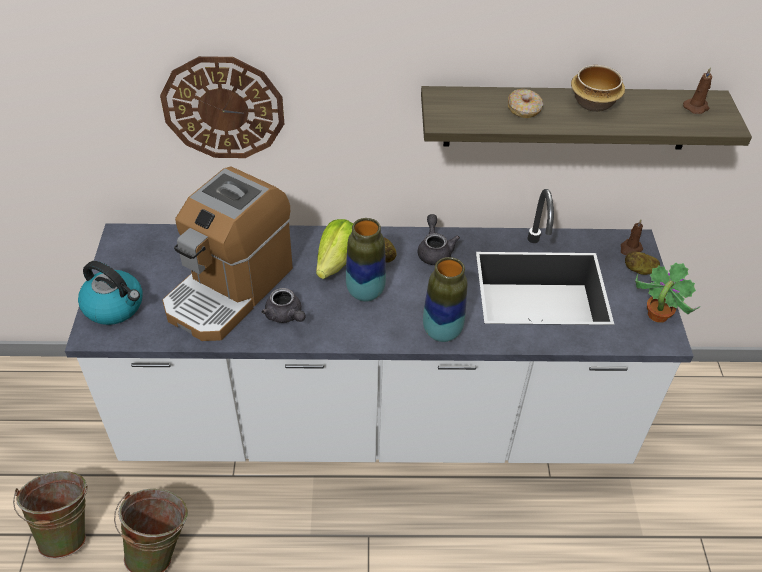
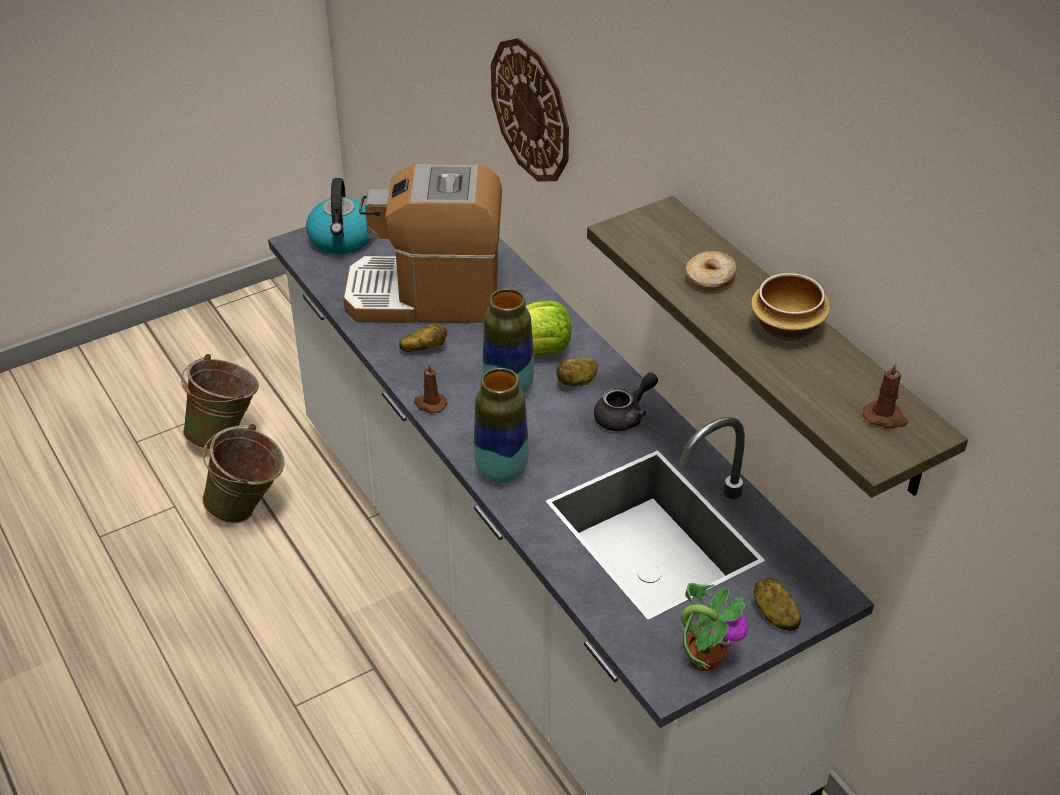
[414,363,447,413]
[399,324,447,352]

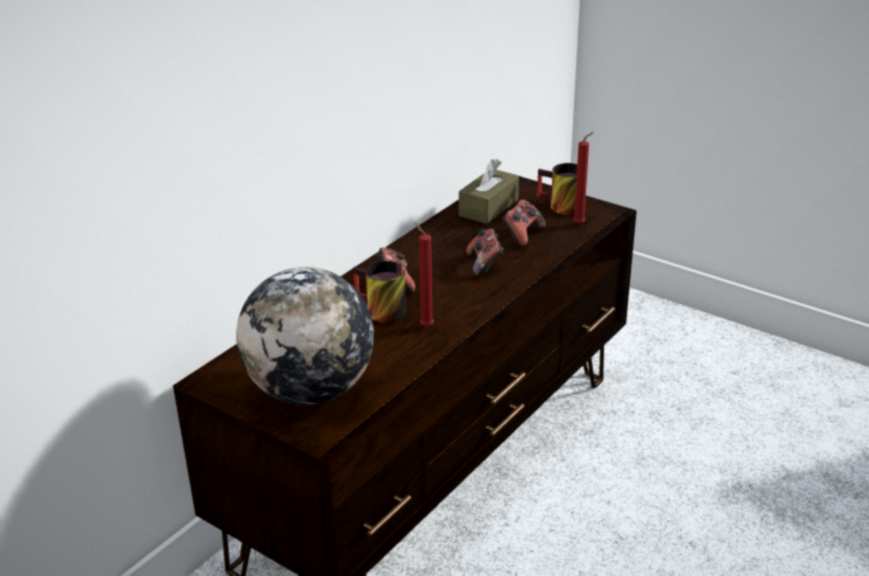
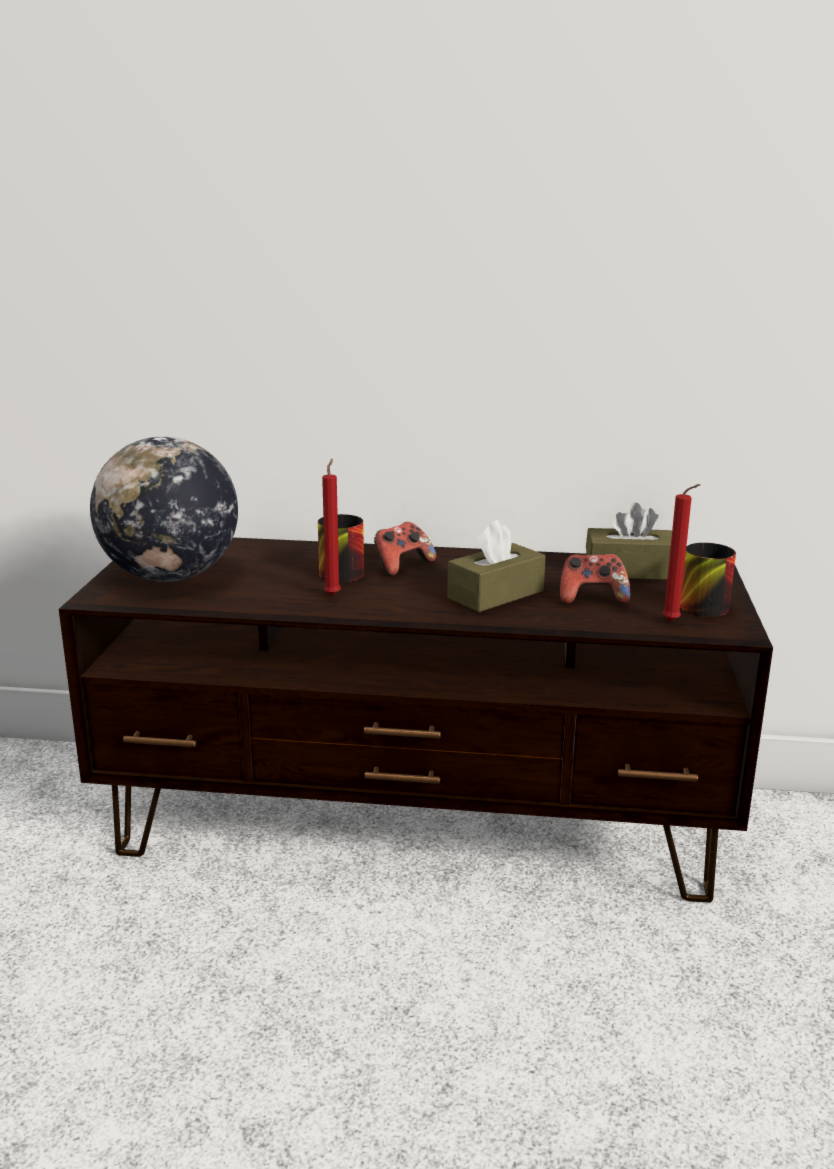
[447,520,546,612]

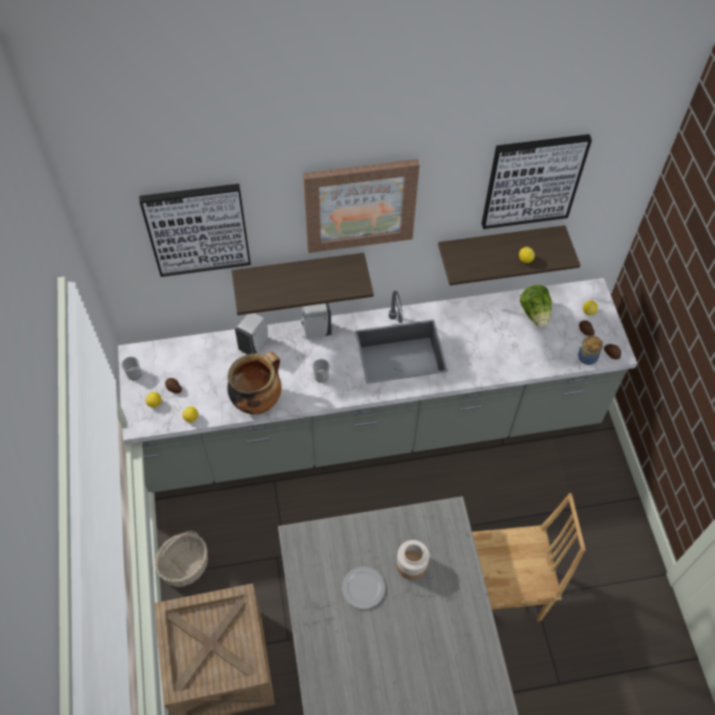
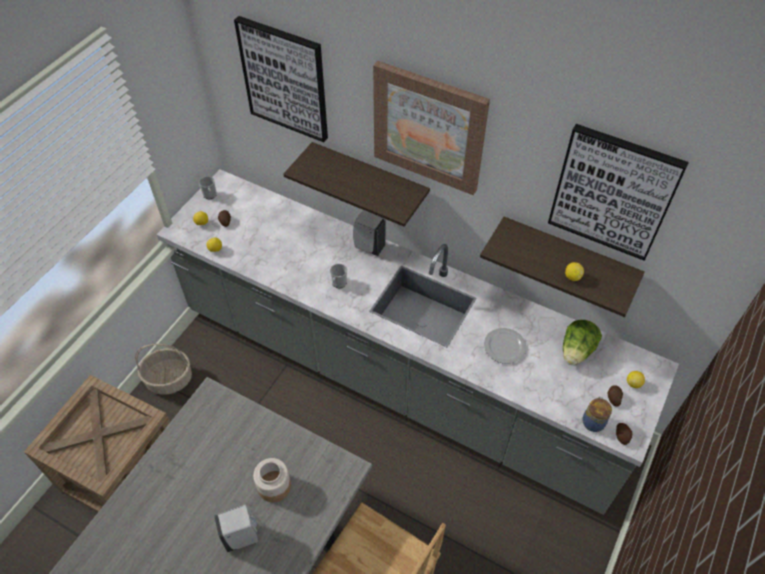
[227,352,281,414] (first image)
[214,505,258,552]
[484,328,527,364]

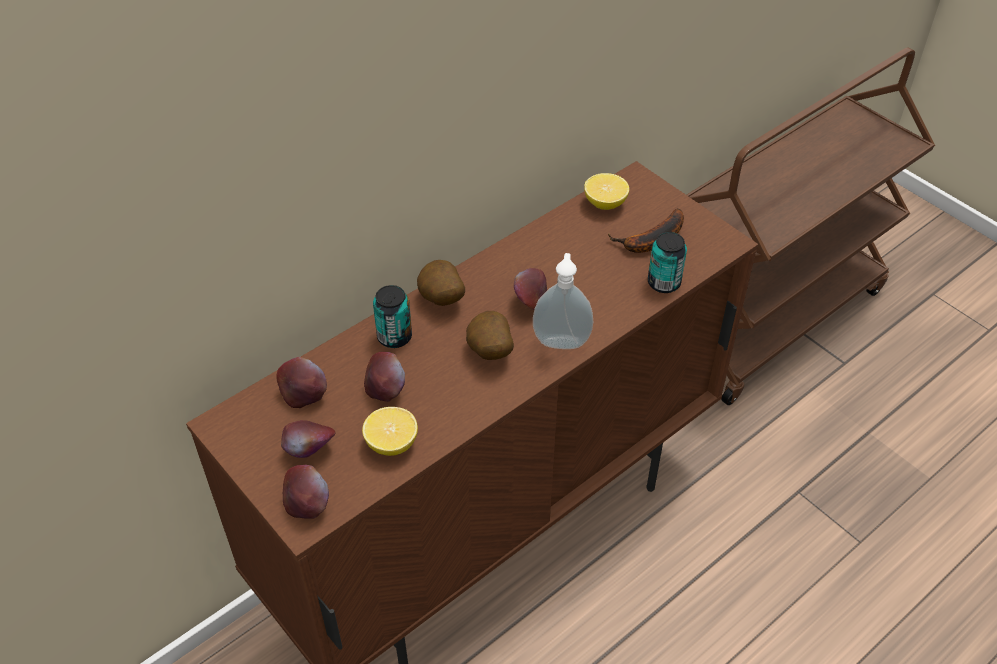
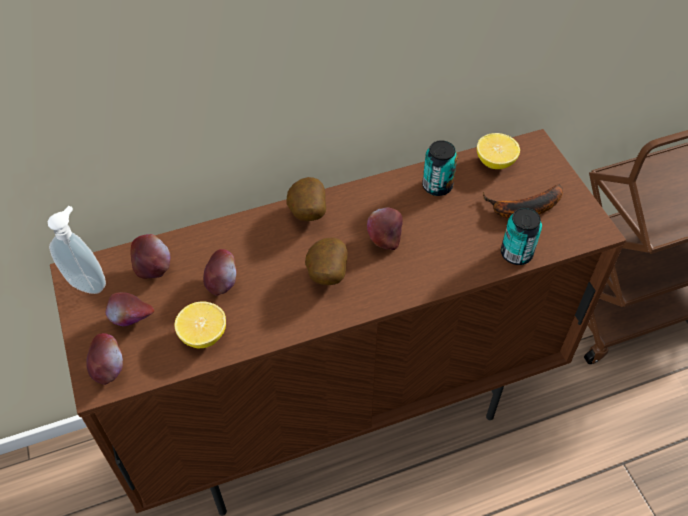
[422,140,457,196]
[48,206,106,294]

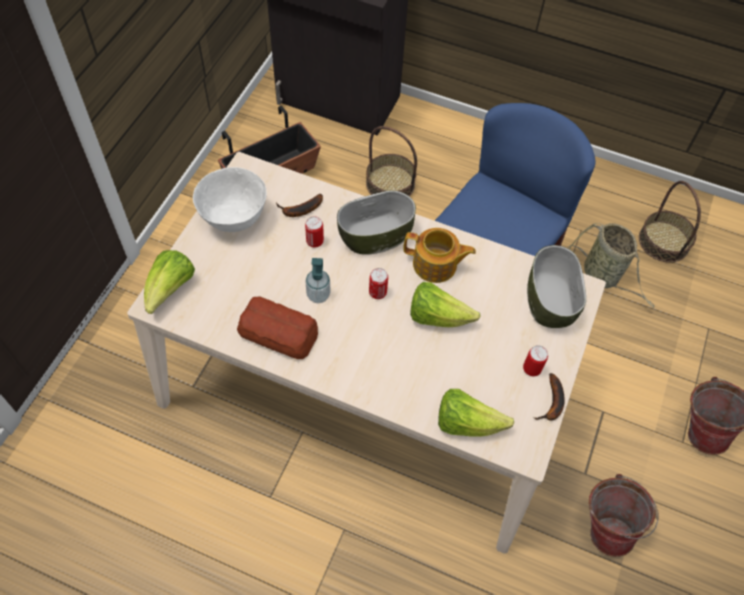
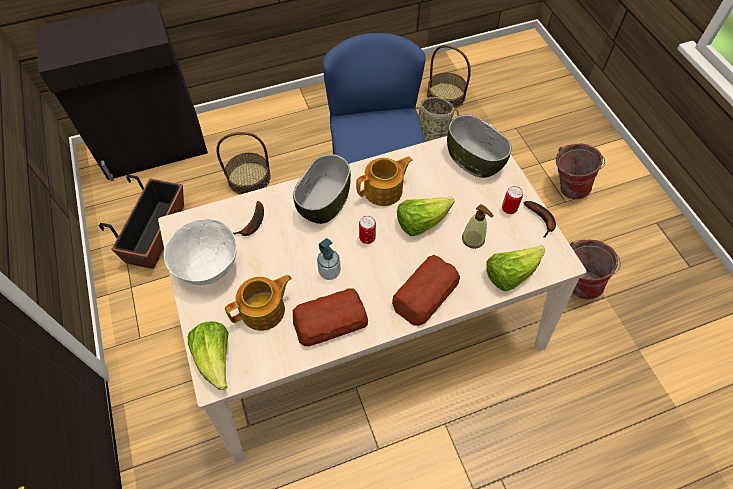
[305,216,324,248] (first image)
[225,275,292,331]
[392,255,460,326]
[462,204,494,249]

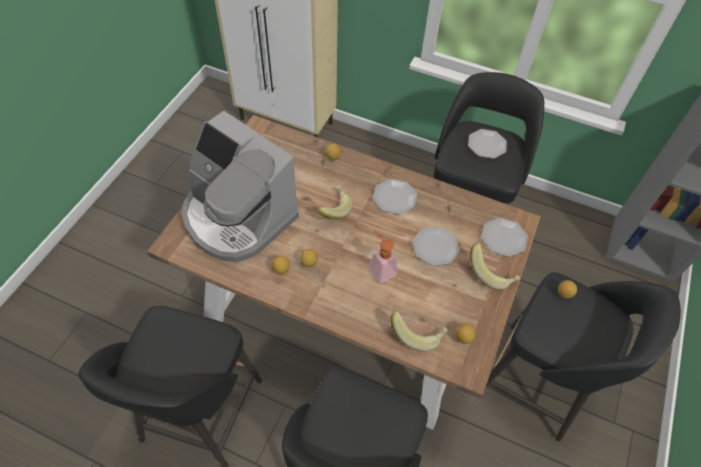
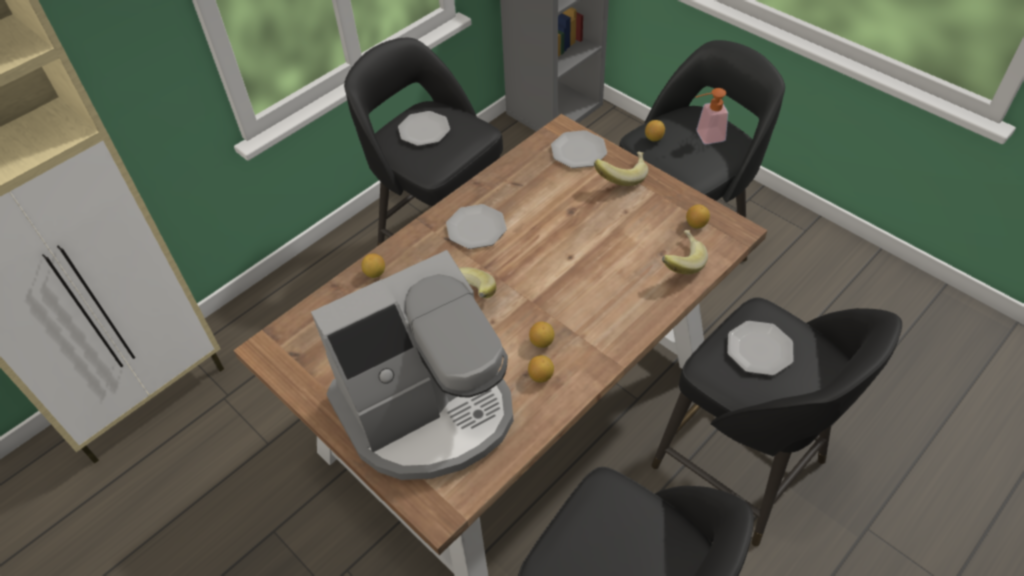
[696,88,728,145]
[727,321,794,376]

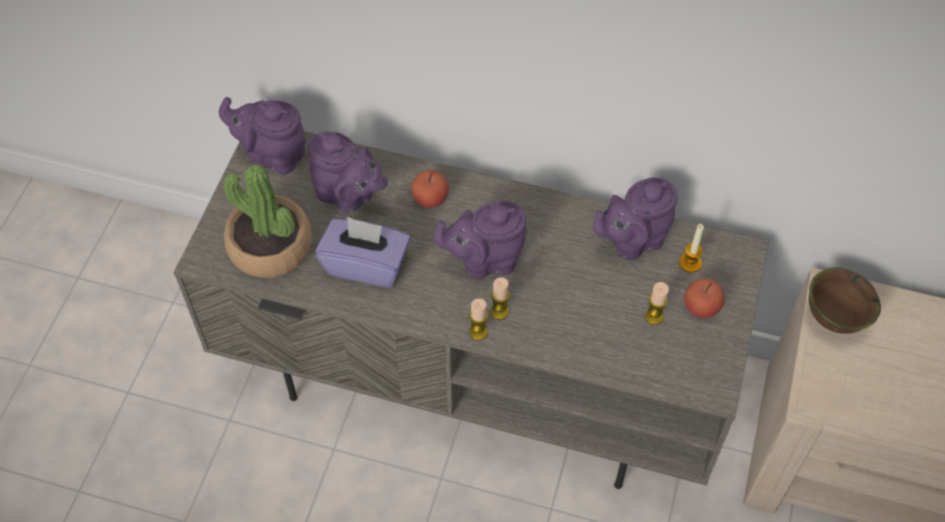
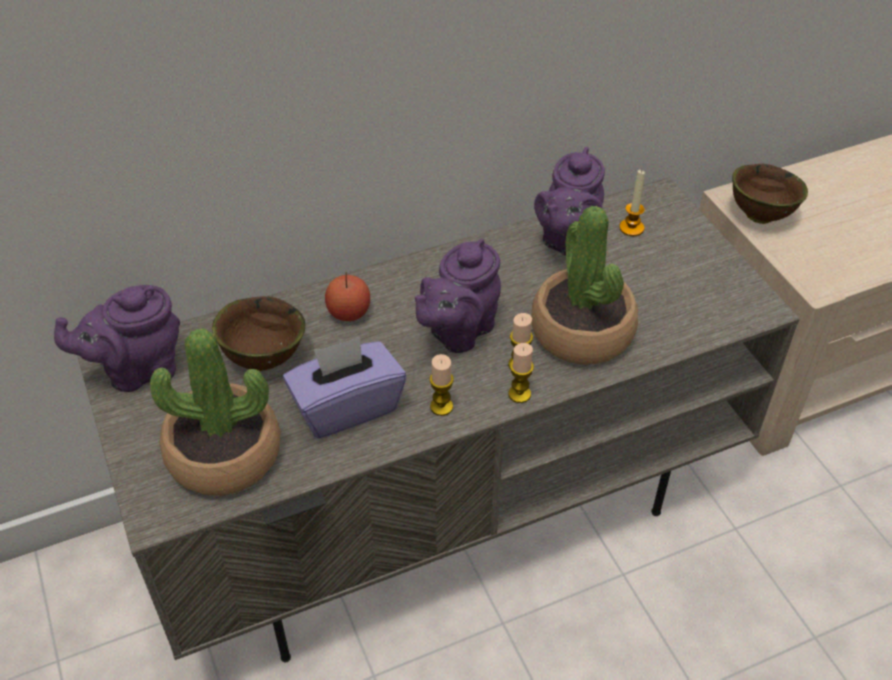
[684,278,725,318] (first image)
[531,206,638,364]
[429,354,454,416]
[212,296,305,371]

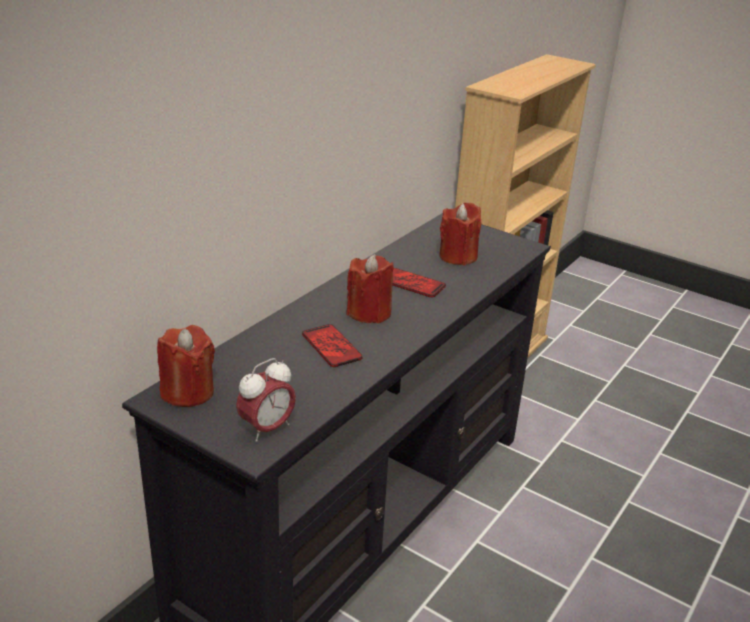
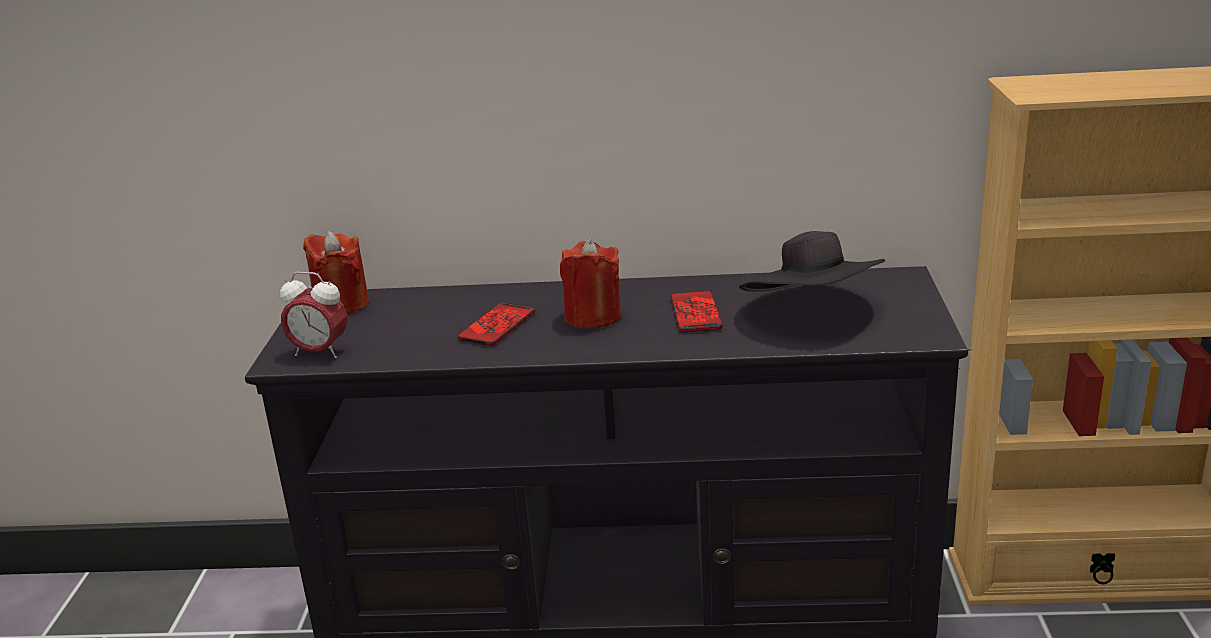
[739,231,885,292]

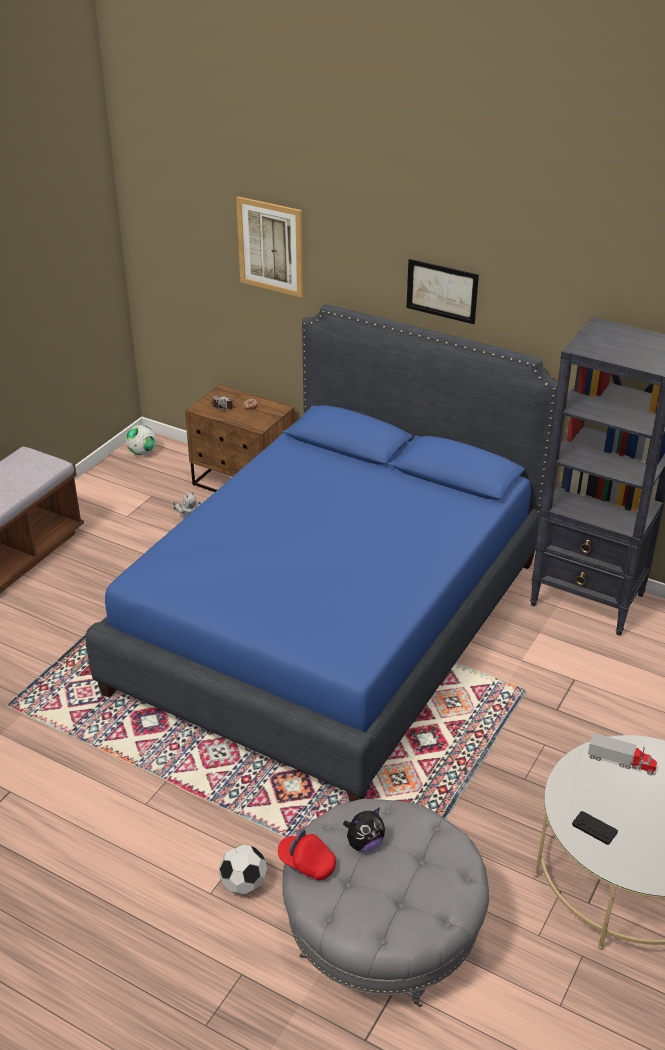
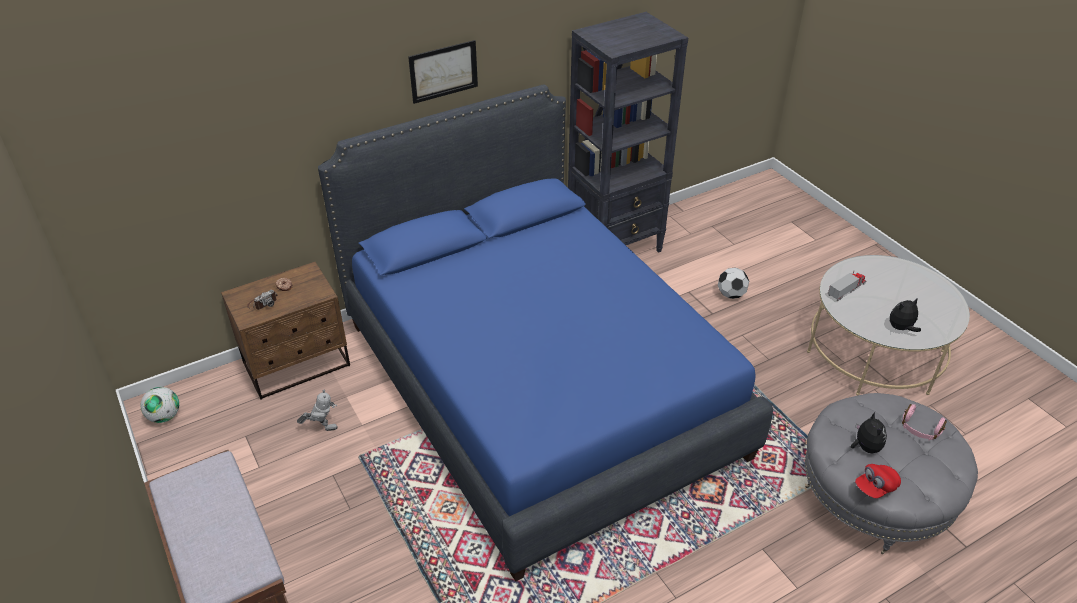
[236,197,303,298] (first image)
[902,404,947,440]
[718,268,749,299]
[890,297,921,332]

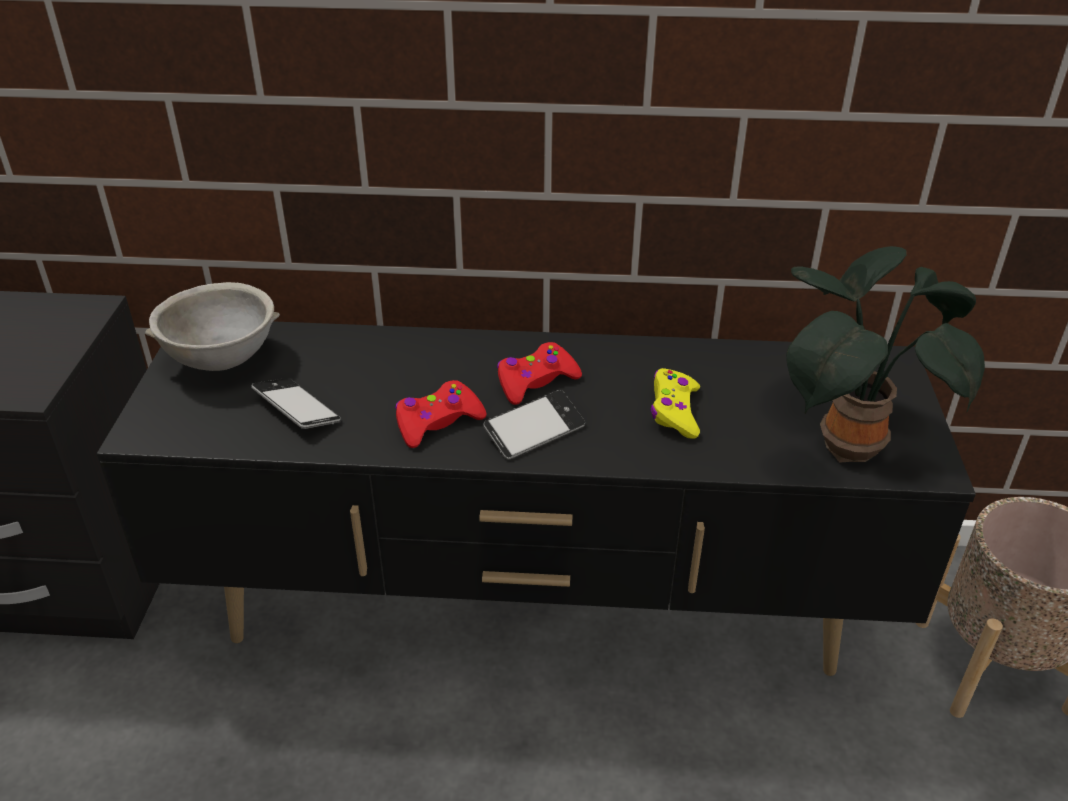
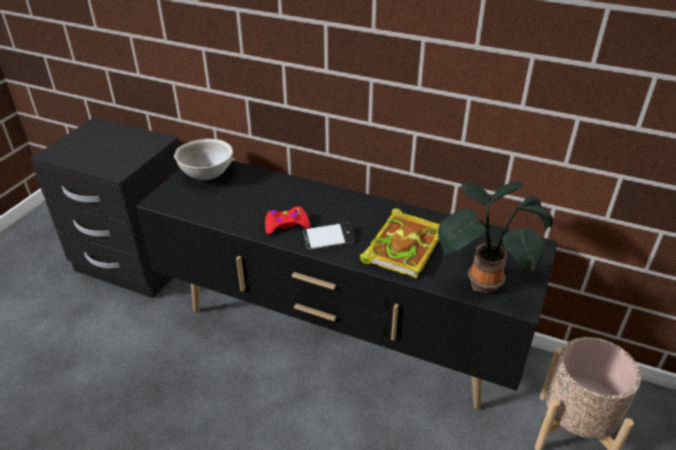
[251,378,341,429] (first image)
[497,342,582,405] (first image)
[360,208,440,278]

